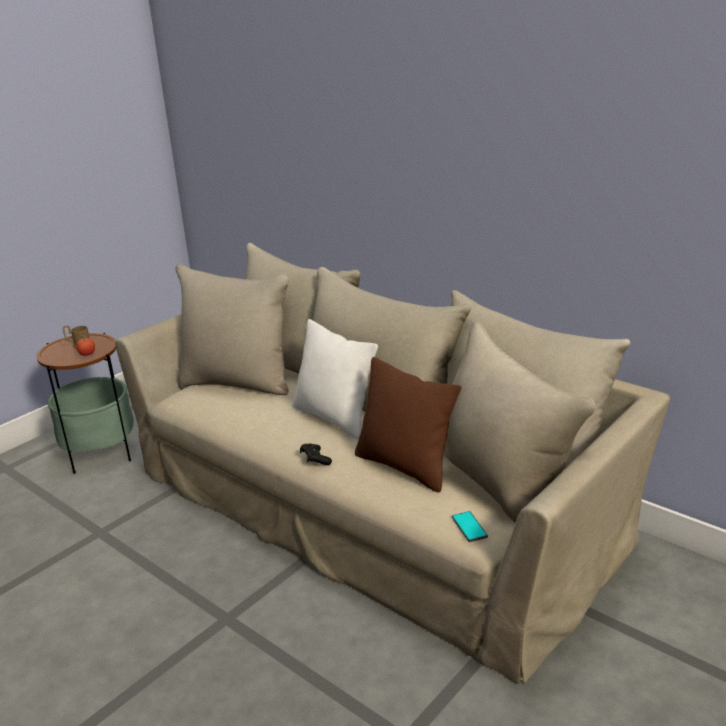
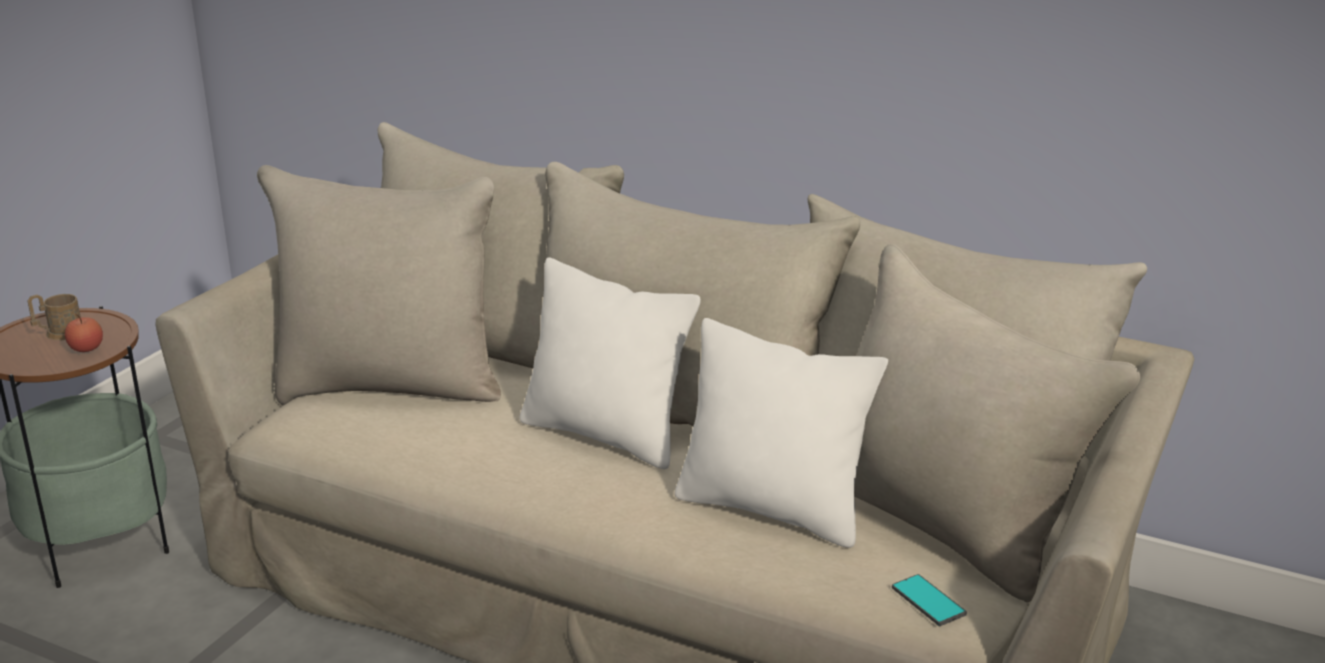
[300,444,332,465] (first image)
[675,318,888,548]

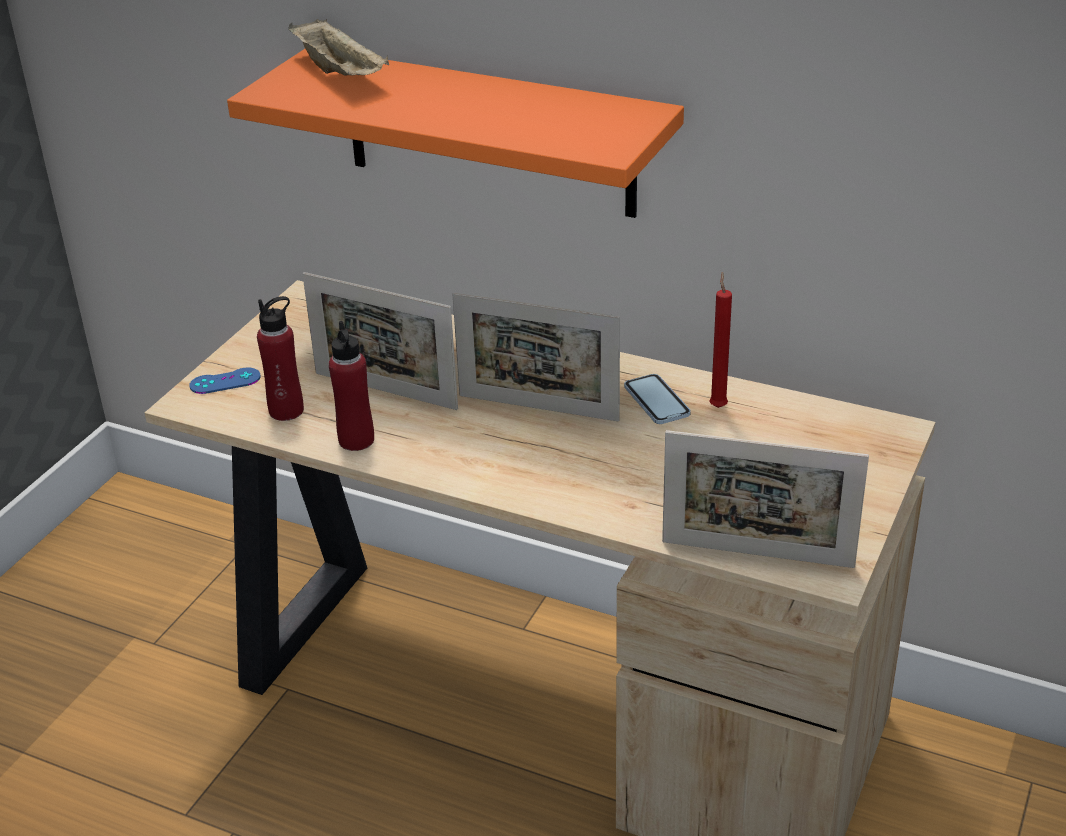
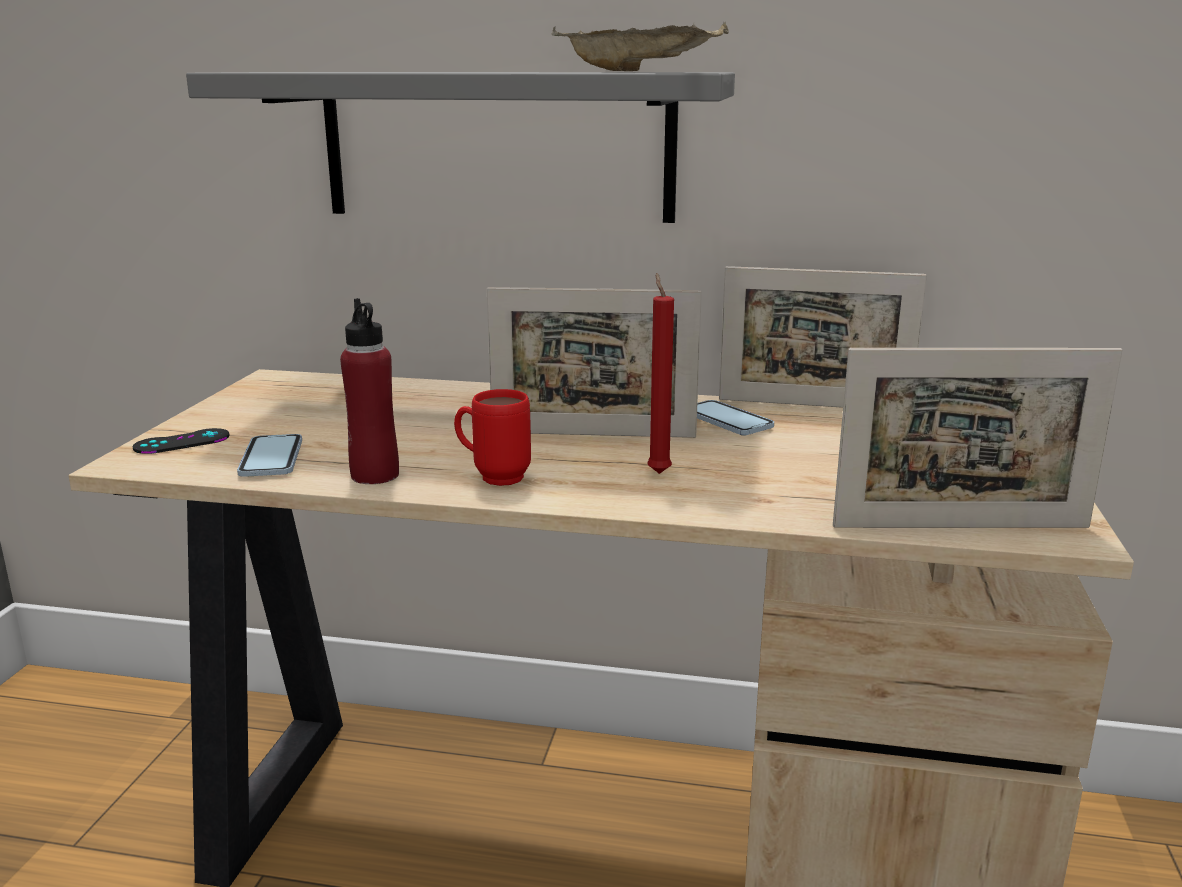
[454,389,531,486]
[552,22,729,71]
[719,266,927,408]
[647,273,674,474]
[237,434,302,477]
[133,428,229,454]
[186,72,735,223]

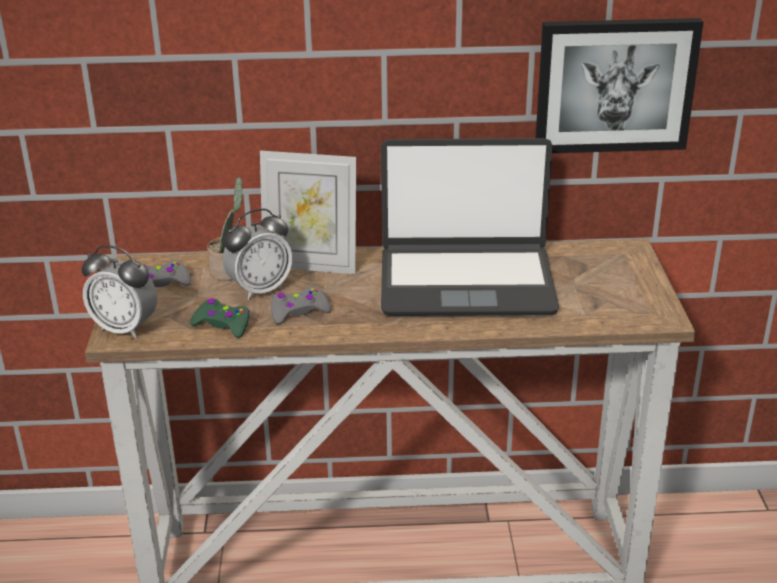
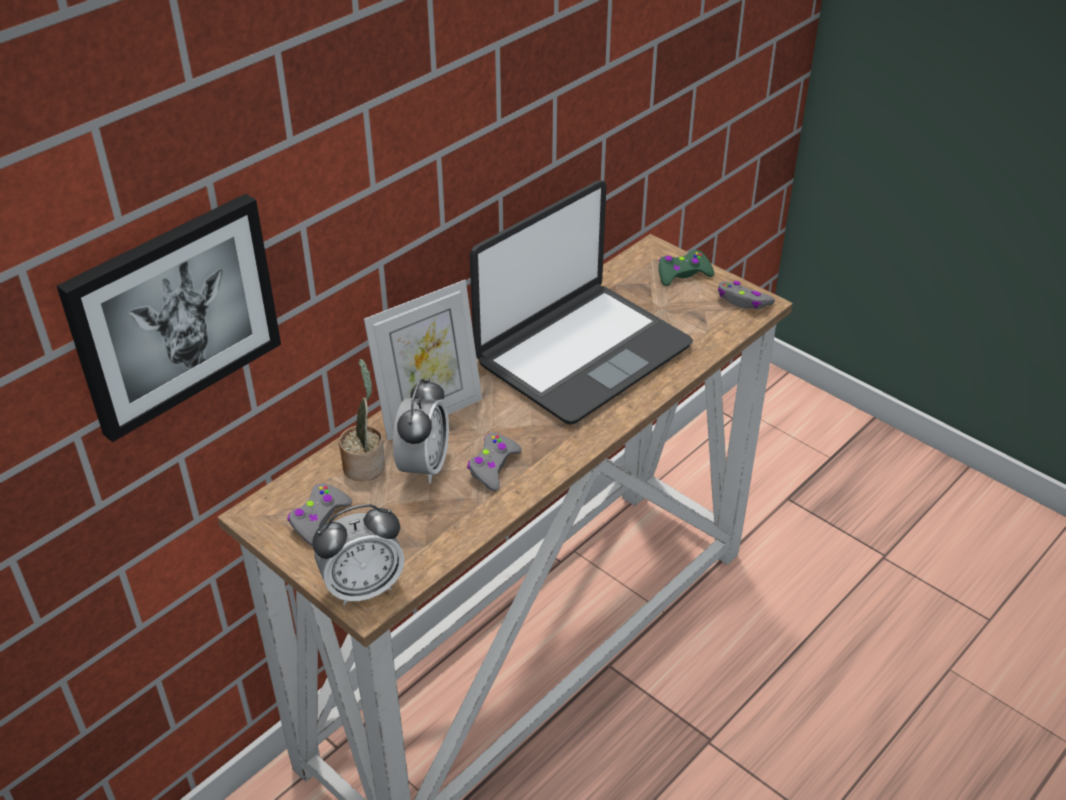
[718,281,775,309]
[659,250,714,286]
[57,194,281,442]

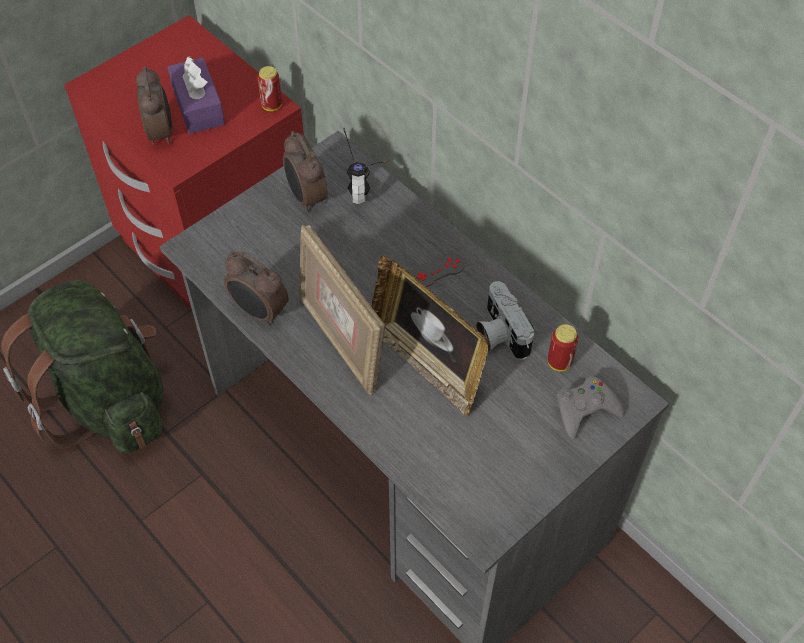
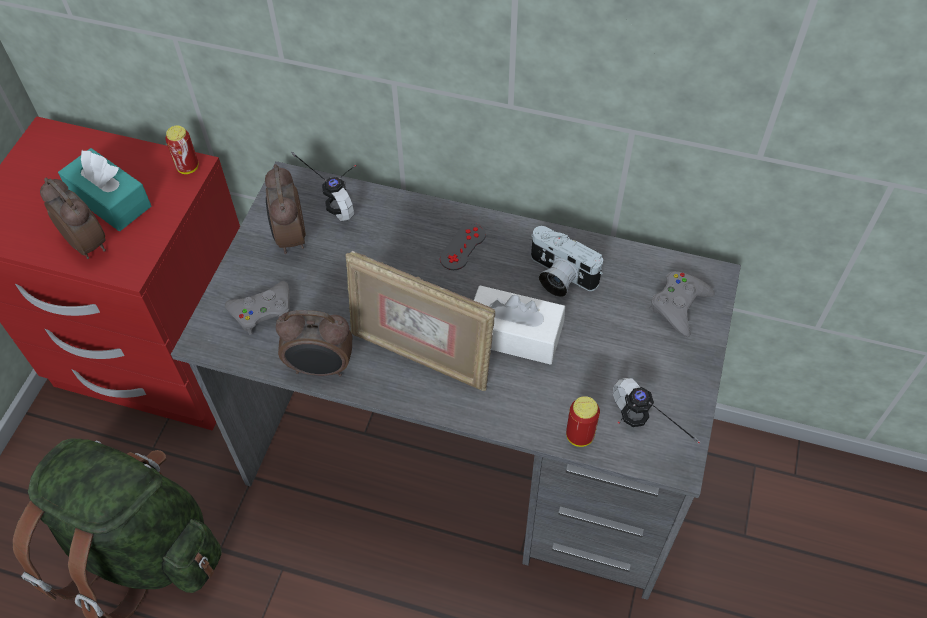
[225,281,290,335]
[613,378,700,444]
[566,396,600,447]
[474,286,565,365]
[58,148,151,231]
[265,164,306,254]

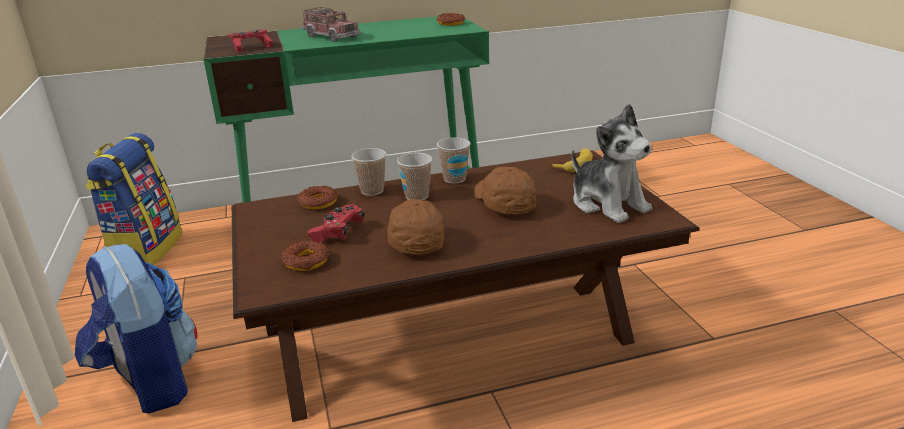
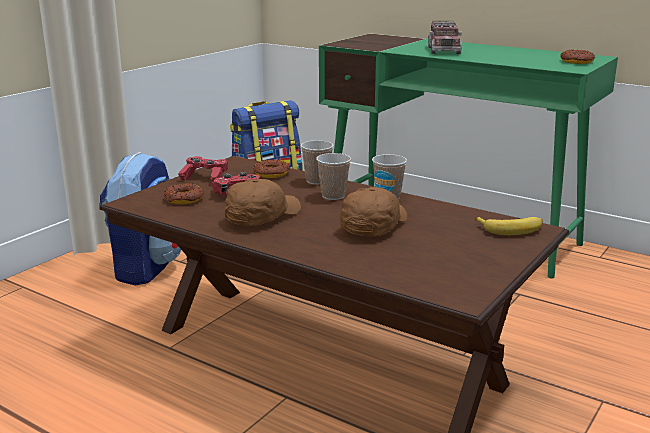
[572,104,652,223] (first image)
[178,156,228,182]

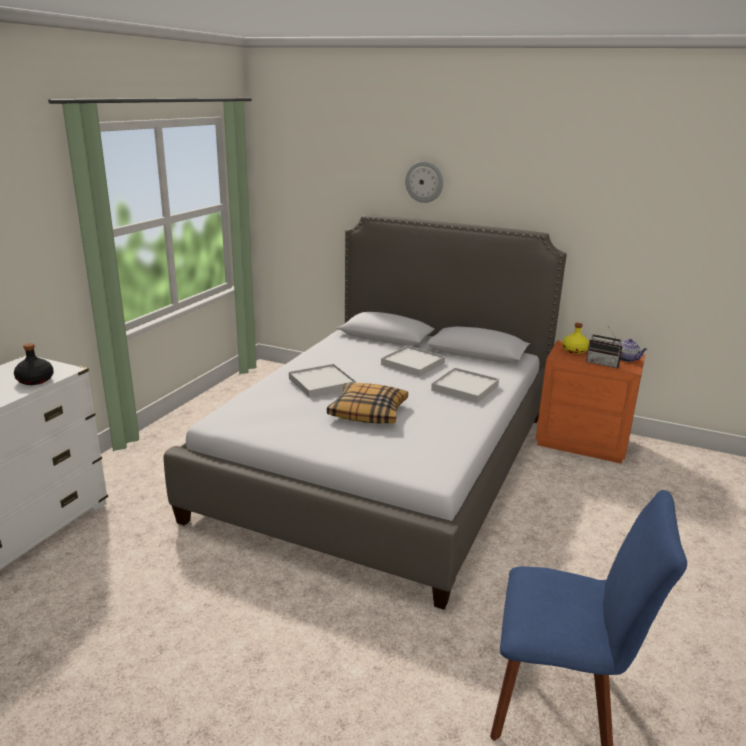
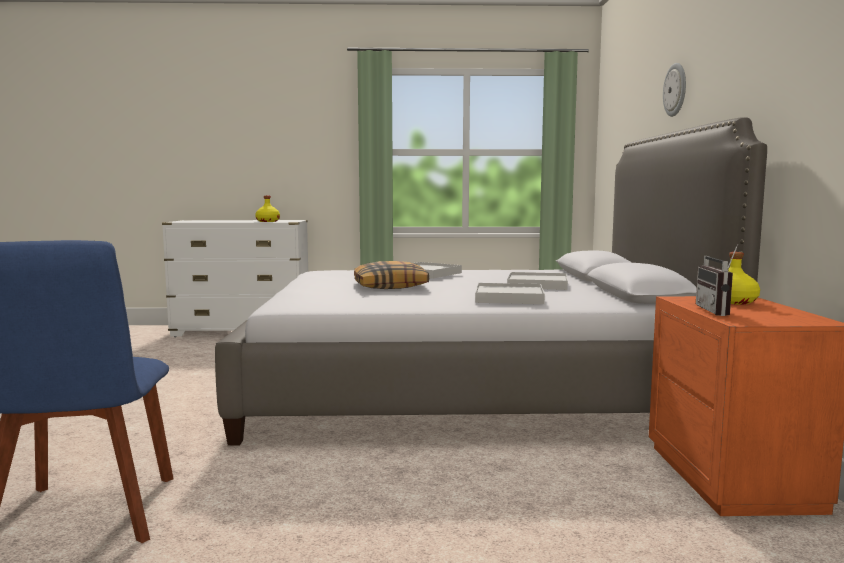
[612,339,648,362] (first image)
[255,196,280,222]

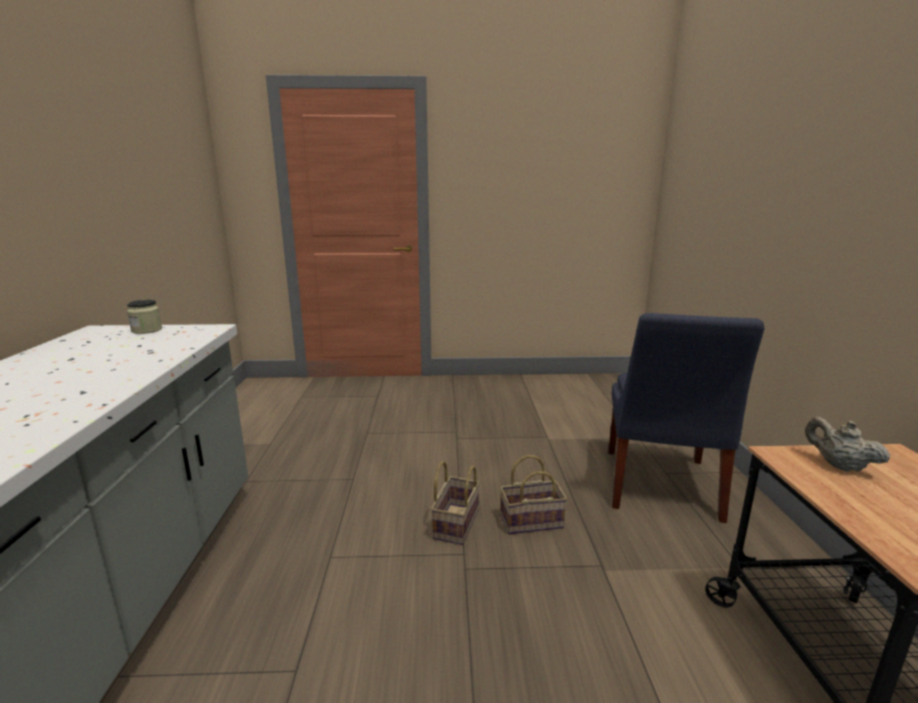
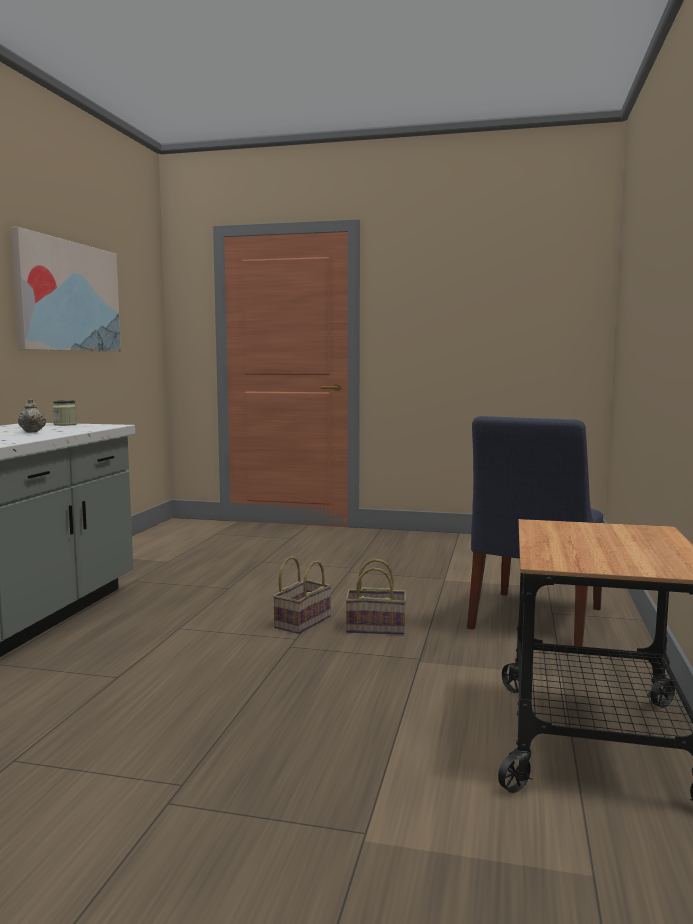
[11,227,121,352]
[18,398,46,432]

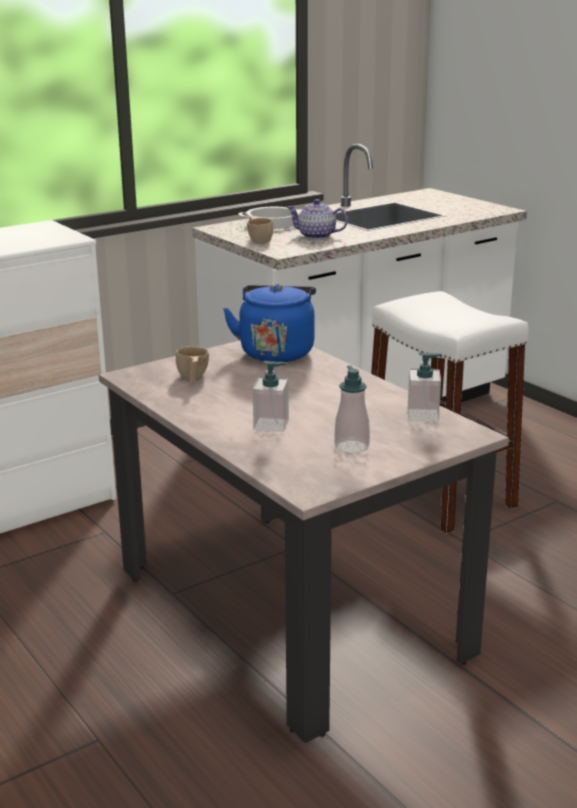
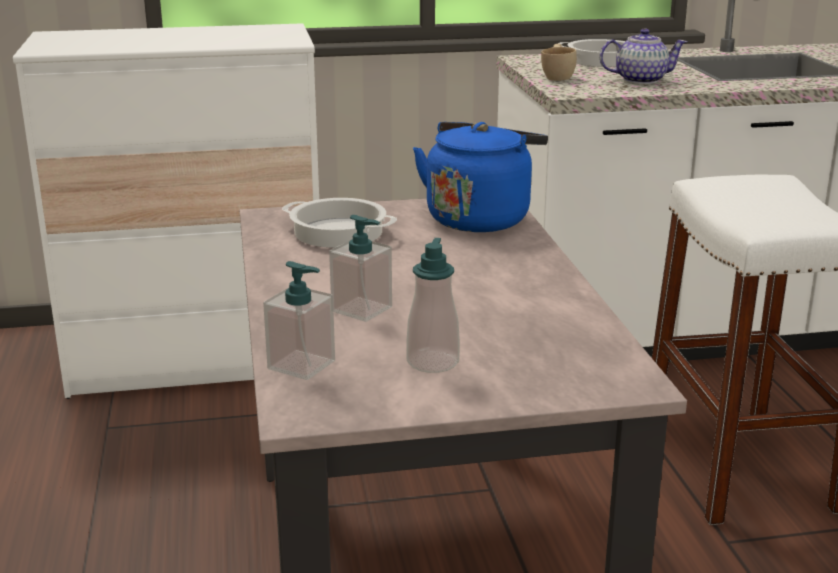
[263,261,335,380]
[282,198,397,248]
[600,28,687,84]

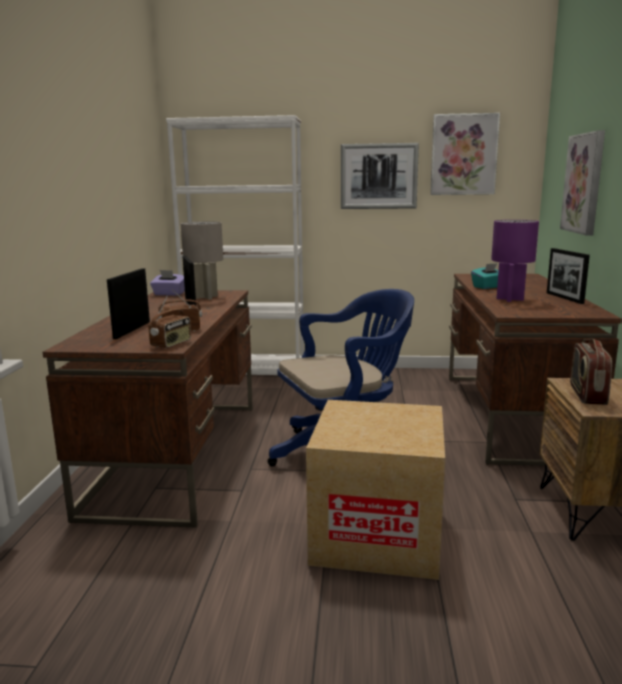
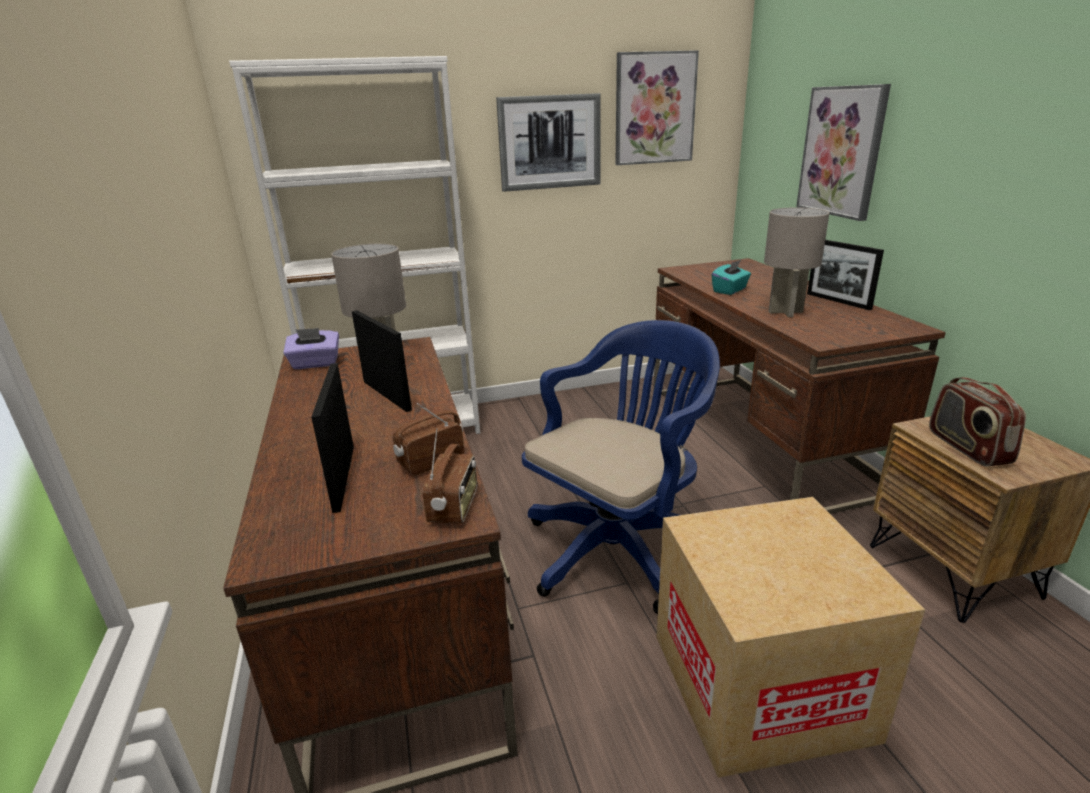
[764,207,829,317]

